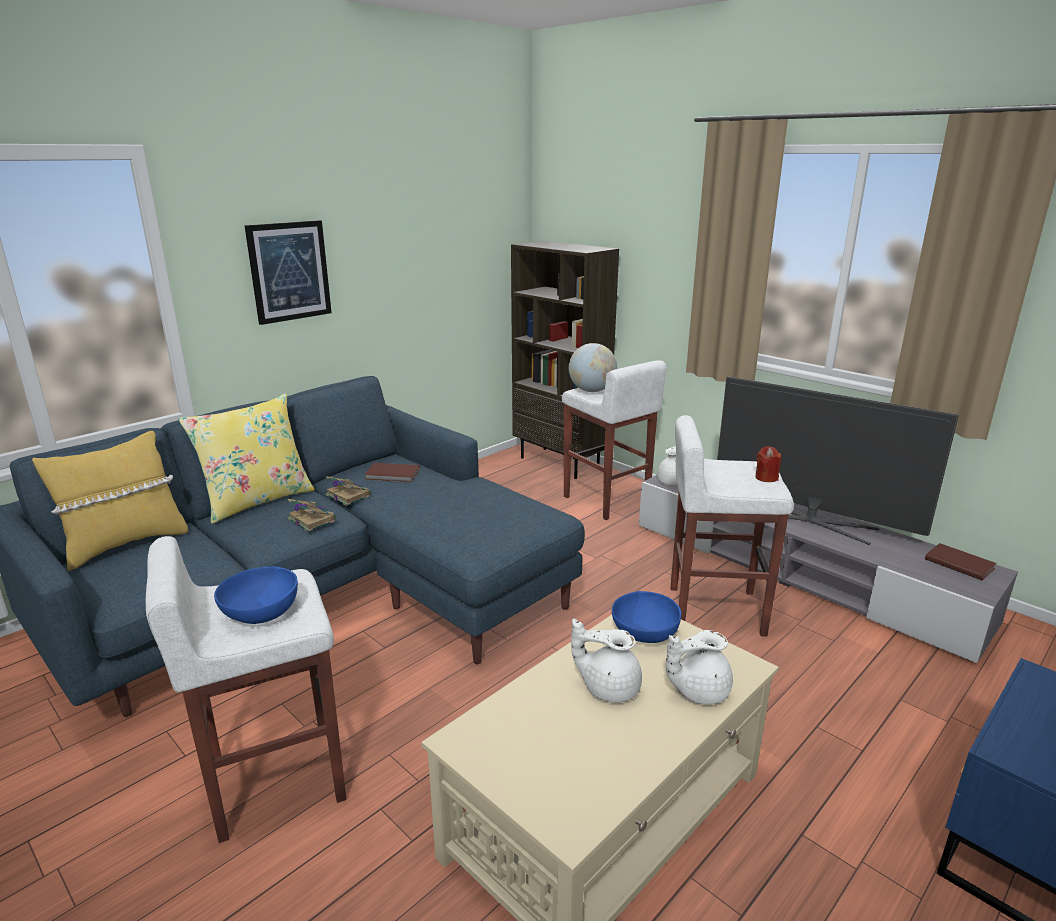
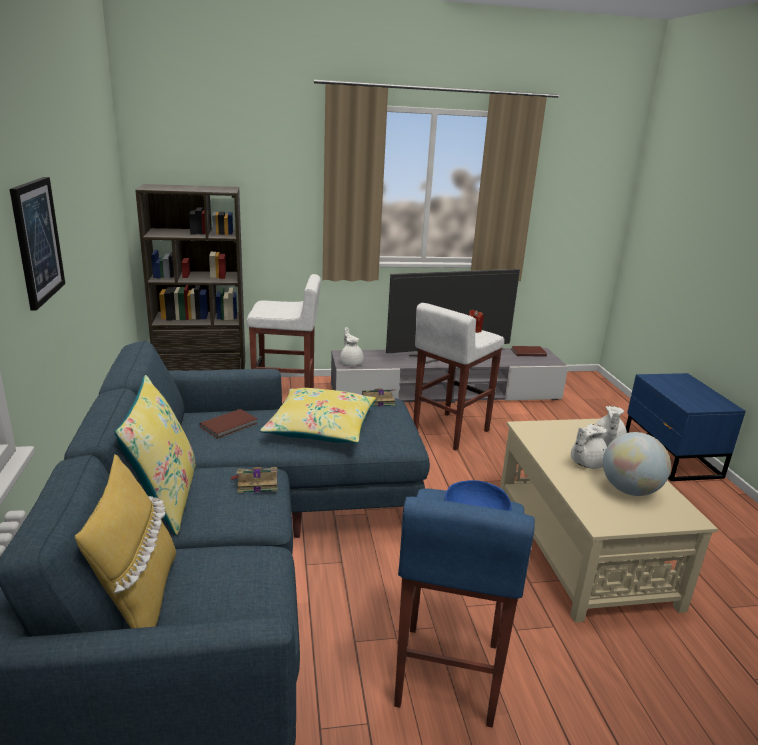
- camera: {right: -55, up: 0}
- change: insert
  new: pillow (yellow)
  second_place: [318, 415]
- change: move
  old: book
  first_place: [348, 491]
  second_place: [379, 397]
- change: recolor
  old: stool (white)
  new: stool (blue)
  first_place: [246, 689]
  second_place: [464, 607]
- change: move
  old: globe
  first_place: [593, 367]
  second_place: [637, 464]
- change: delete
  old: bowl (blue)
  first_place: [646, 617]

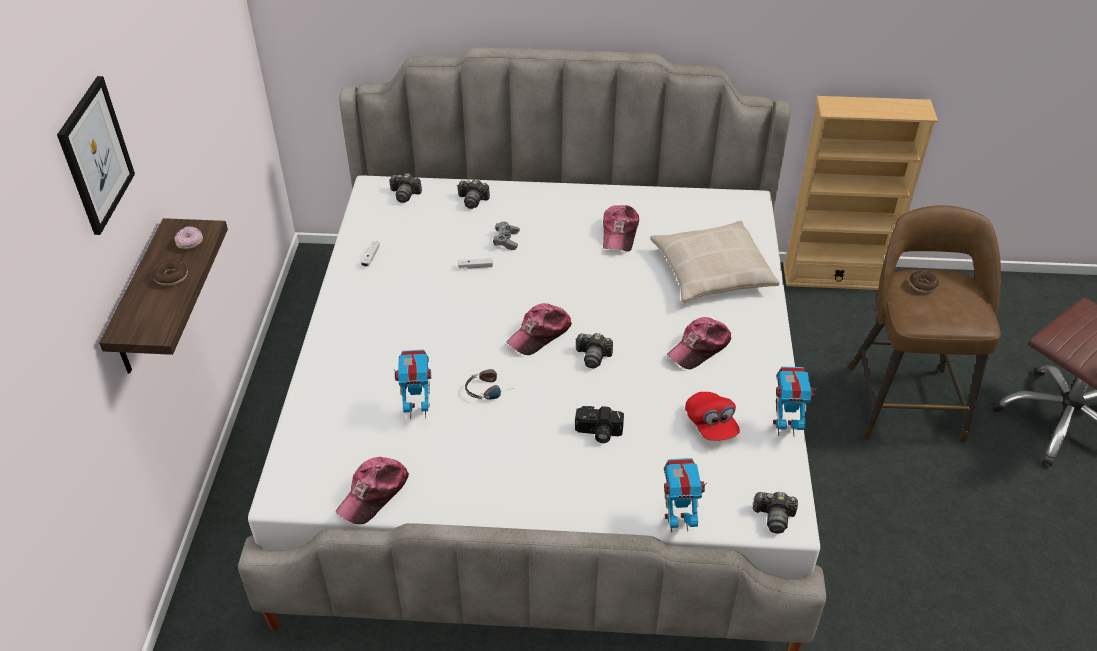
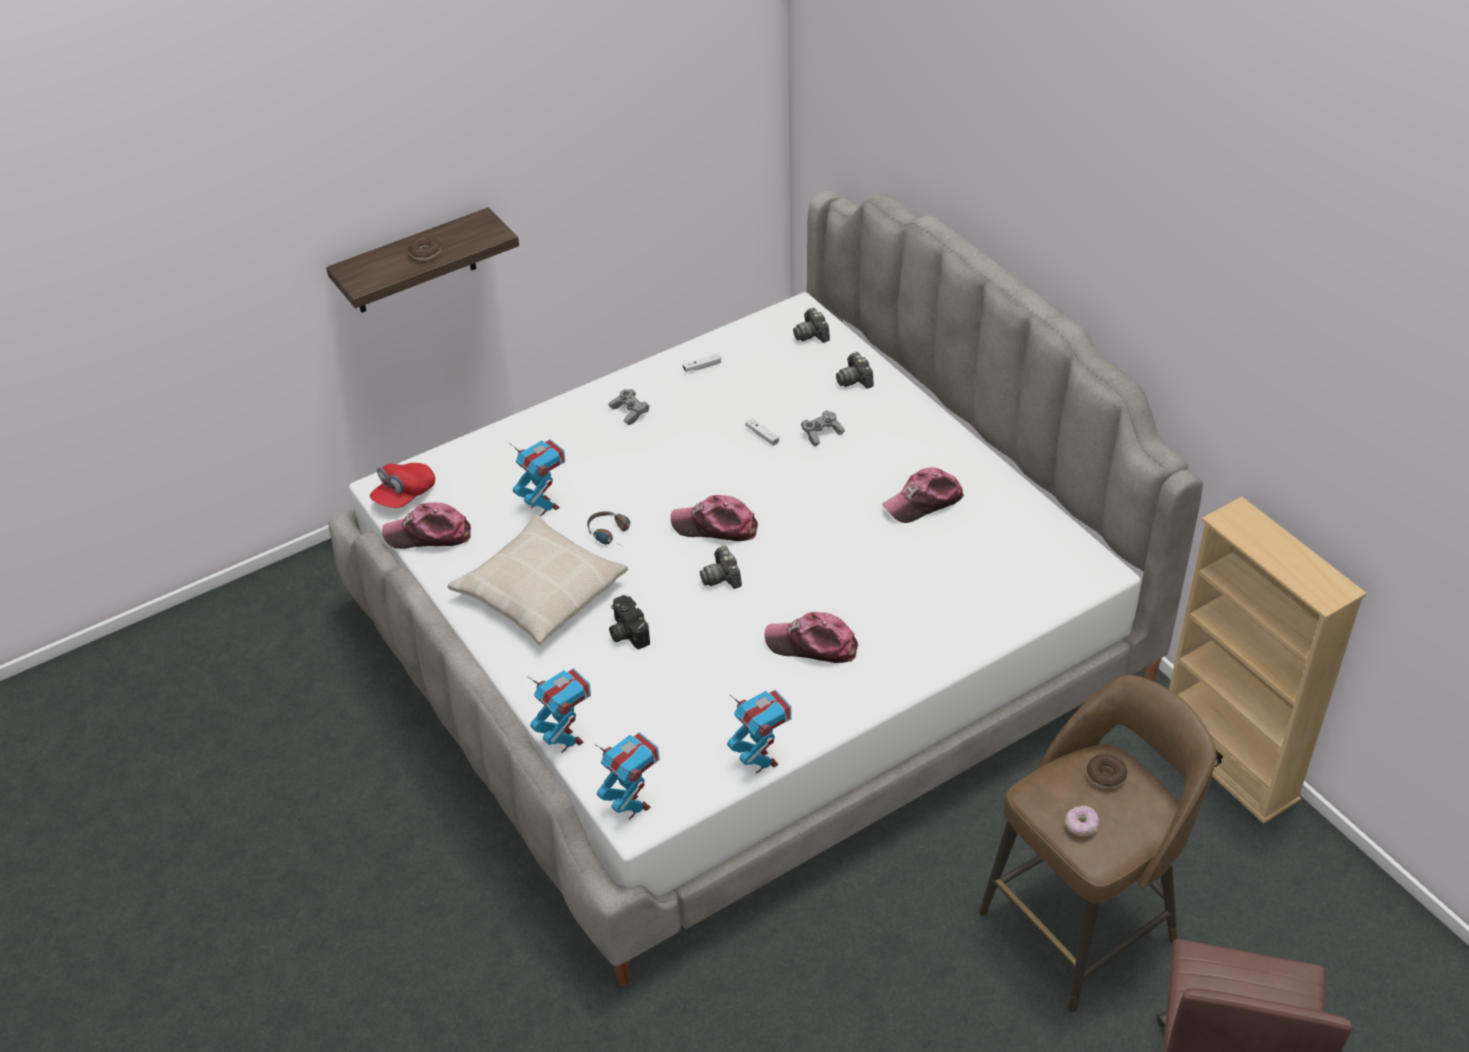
- camera: {right: 55, up: 0}
- change: move
  old: cap (red)
  first_place: [712, 416]
  second_place: [402, 485]
- change: move
  old: pillow (beige)
  first_place: [715, 262]
  second_place: [537, 580]
- change: replace
  old: photo camera
  new: toy robot
  first_place: [775, 513]
  second_place: [627, 776]
- change: insert
  new: game controller (grey)
  second_place: [628, 407]
- change: move
  old: donut
  first_place: [189, 237]
  second_place: [1082, 821]
- change: delete
  old: picture
  first_place: [96, 155]

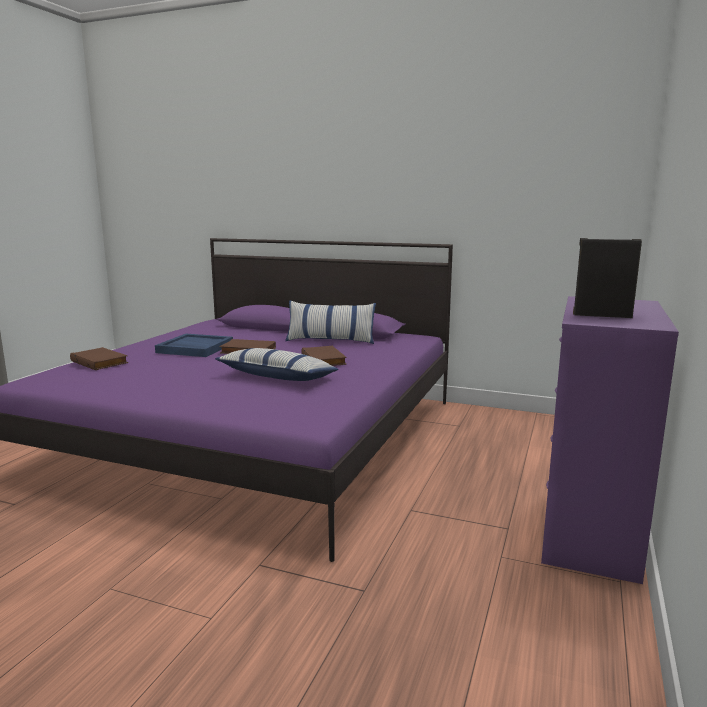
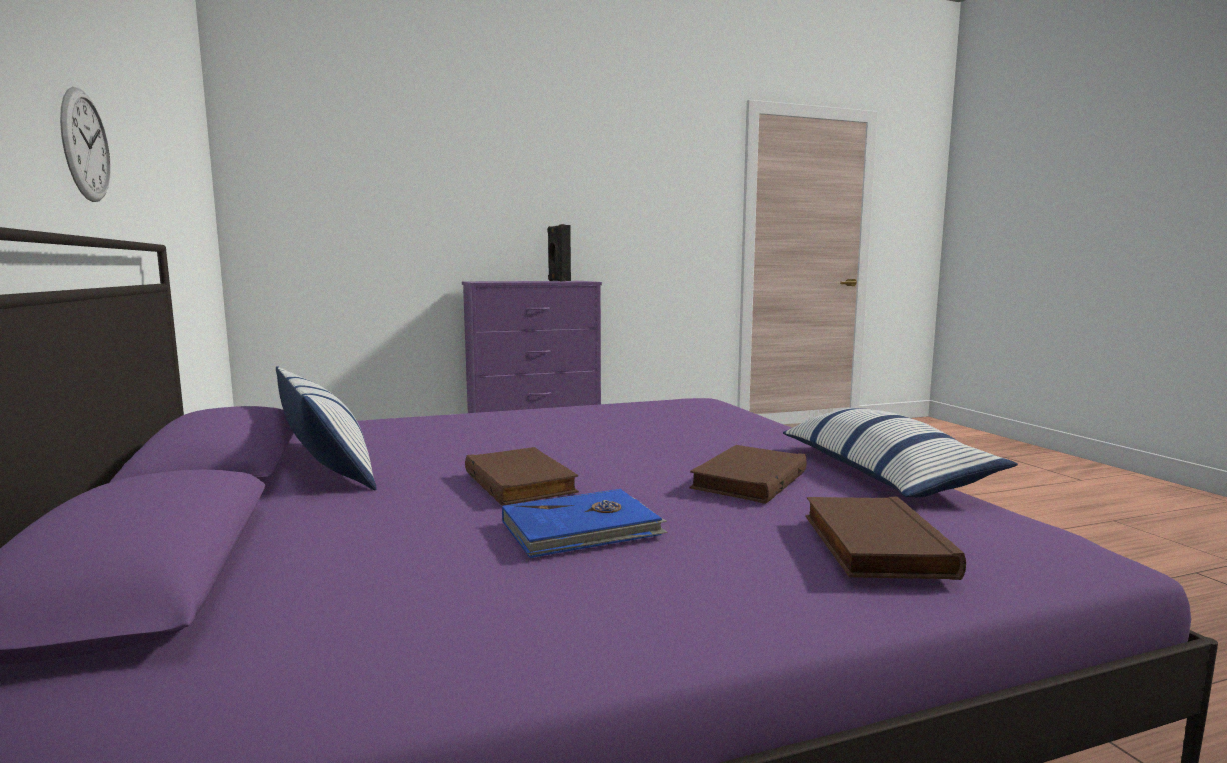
- camera: {right: -130, up: -5}
- change: insert
  new: wall clock
  second_place: [85, 144]
- change: replace
  old: tray (blue)
  new: book (blue)
  first_place: [194, 345]
  second_place: [584, 523]
- change: move
  old: book (brown)
  first_place: [324, 356]
  second_place: [748, 474]
- change: move
  old: pillow
  first_place: [277, 364]
  second_place: [900, 453]

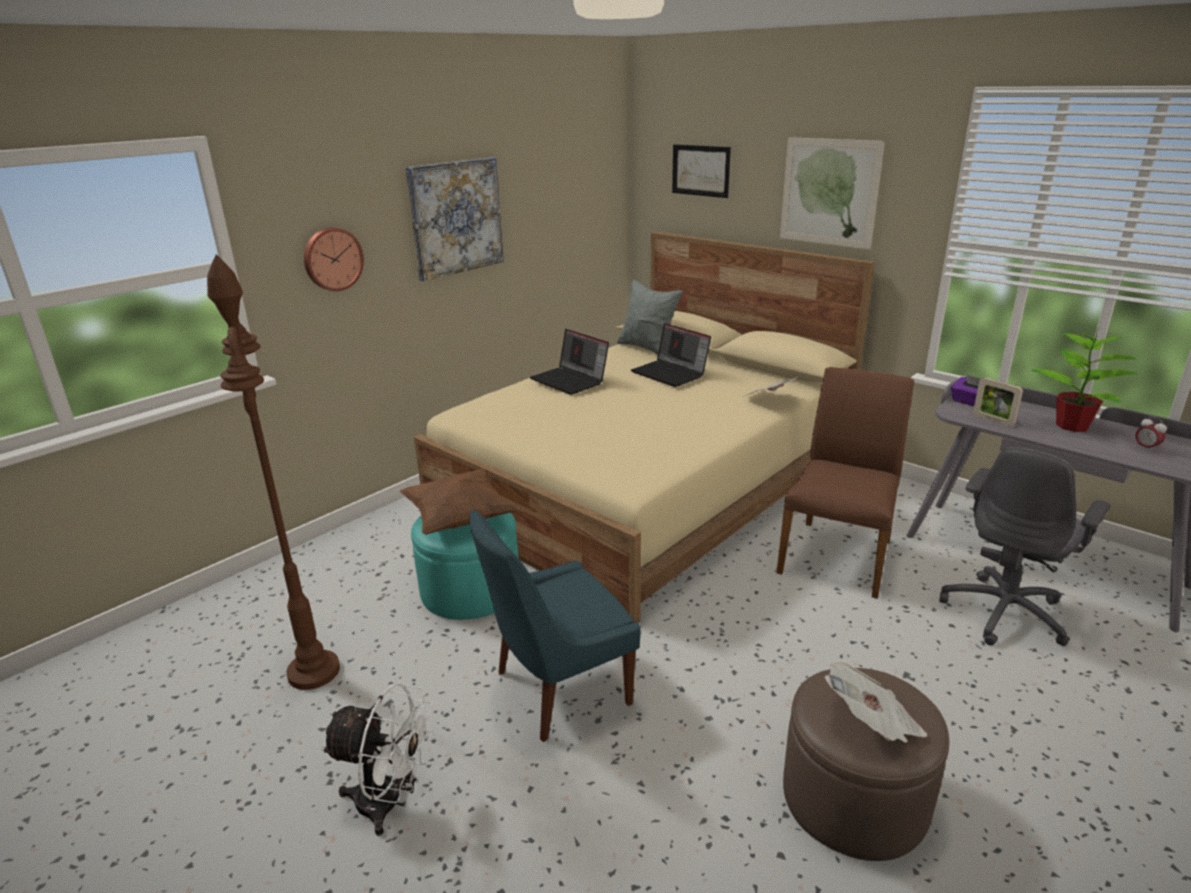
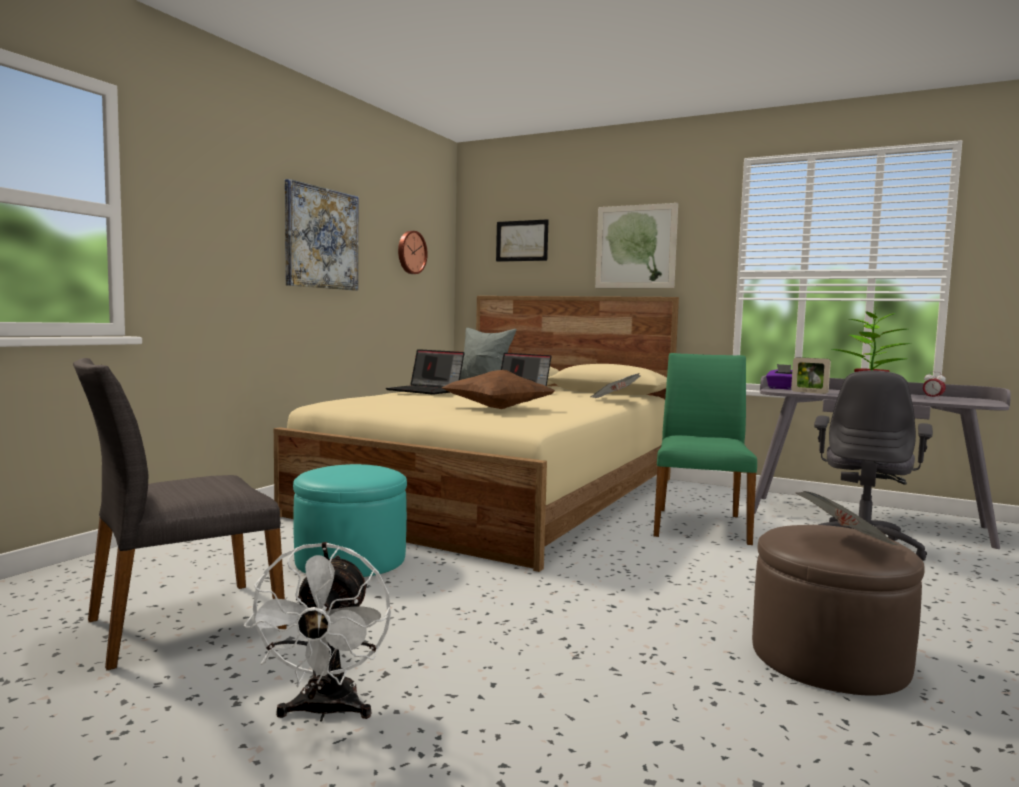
- camera: {right: -15, up: -20}
- change: replace
  old: floor lamp (brown)
  new: chair (grey)
  first_place: [273, 472]
  second_place: [180, 514]
- change: rotate
  old: fan (white)
  first_place: [377, 759]
  second_place: [317, 632]
  degrees: 90
- change: move
  old: wall clock
  first_place: [334, 259]
  second_place: [413, 252]
- change: move
  old: pillow (brown)
  first_place: [459, 502]
  second_place: [498, 389]
- change: recolor
  old: chair (brown)
  new: chair (green)
  first_place: [845, 483]
  second_place: [705, 449]
- change: delete
  old: chair (blue)
  first_place: [555, 626]

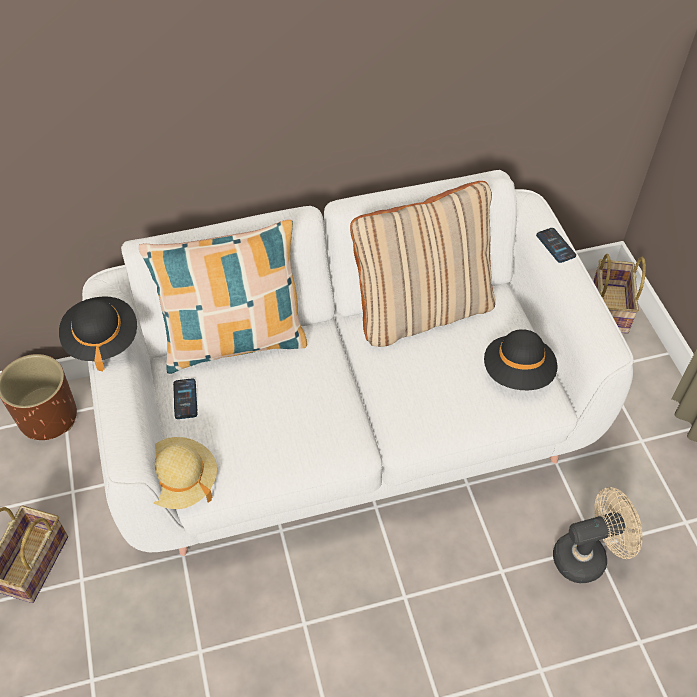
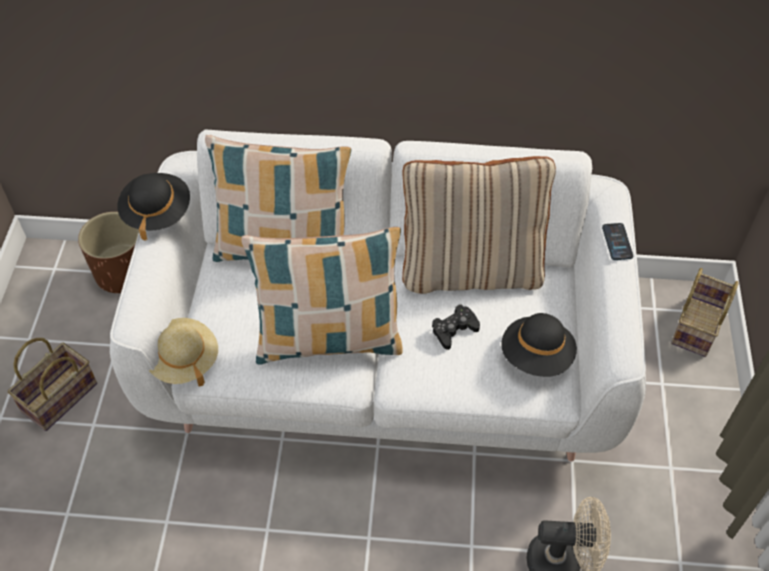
- camera: {right: 20, up: 0}
- change: insert
  new: pillow
  second_place: [322, 296]
- change: insert
  new: game controller (black)
  second_place: [456, 327]
- change: delete
  old: phone
  first_place: [185, 398]

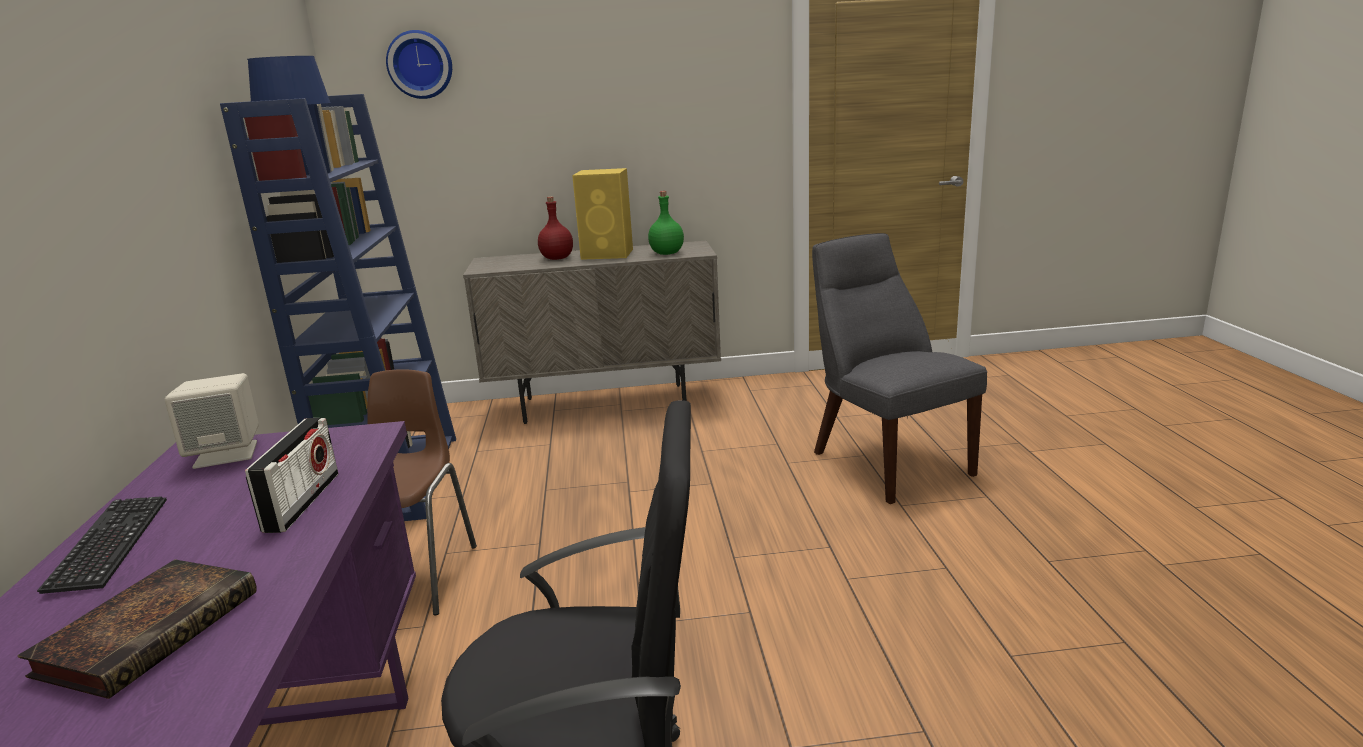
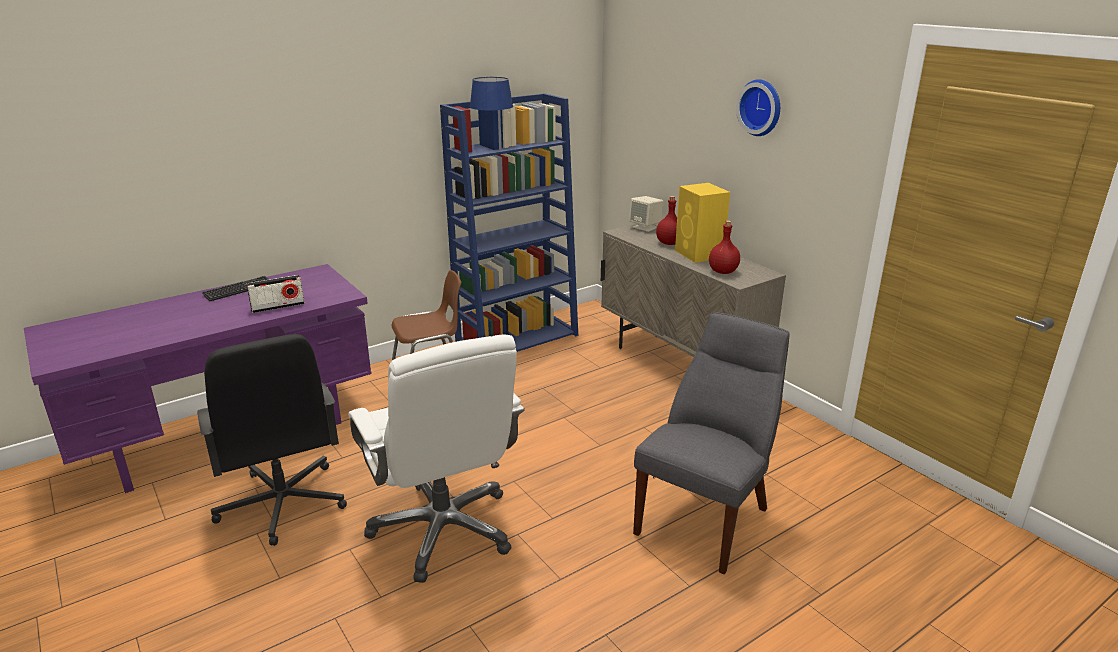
- camera: {right: 60, up: 5}
- change: insert
  new: office chair (white)
  second_place: [436, 458]
- change: move
  old: speaker (beige)
  first_place: [212, 421]
  second_place: [646, 214]
- change: recolor
  old: bottle (green)
  new: bottle (red)
  first_place: [666, 223]
  second_place: [724, 247]
- change: move
  old: wall clock
  first_place: [419, 64]
  second_place: [758, 107]
- change: delete
  old: book
  first_place: [137, 629]

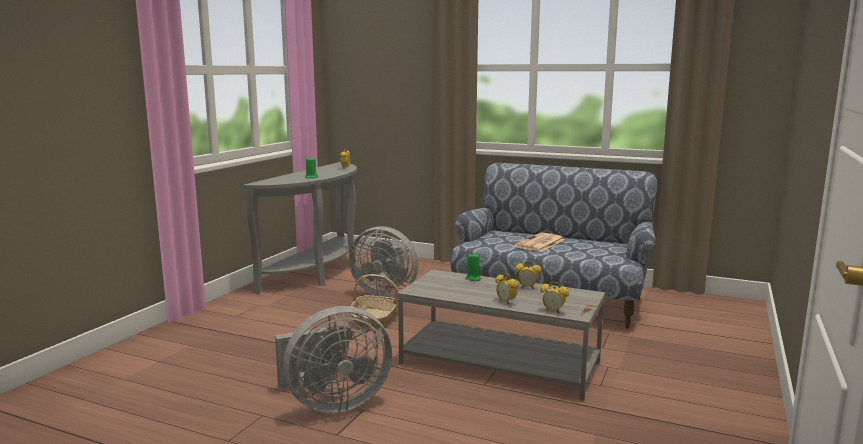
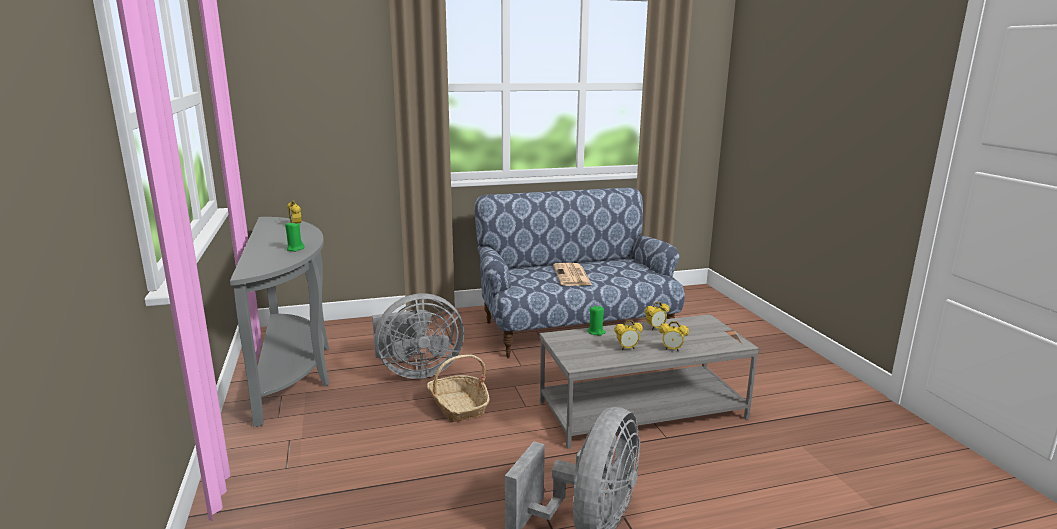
- camera: {right: -40, up: 5}
- change: move
  old: alarm clock
  first_place: [554, 297]
  second_place: [628, 335]

